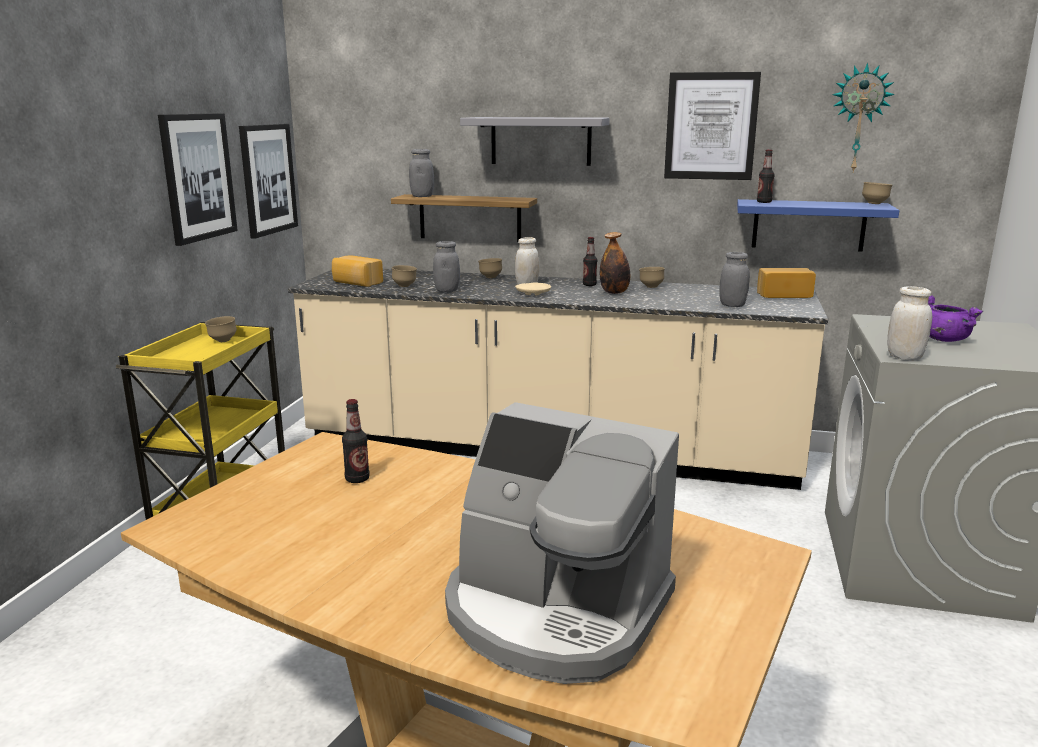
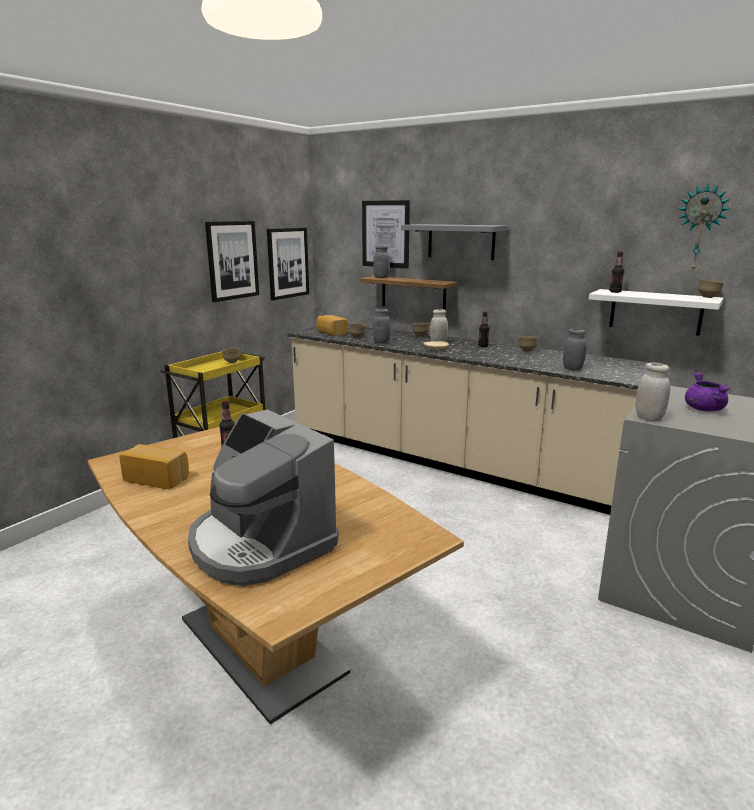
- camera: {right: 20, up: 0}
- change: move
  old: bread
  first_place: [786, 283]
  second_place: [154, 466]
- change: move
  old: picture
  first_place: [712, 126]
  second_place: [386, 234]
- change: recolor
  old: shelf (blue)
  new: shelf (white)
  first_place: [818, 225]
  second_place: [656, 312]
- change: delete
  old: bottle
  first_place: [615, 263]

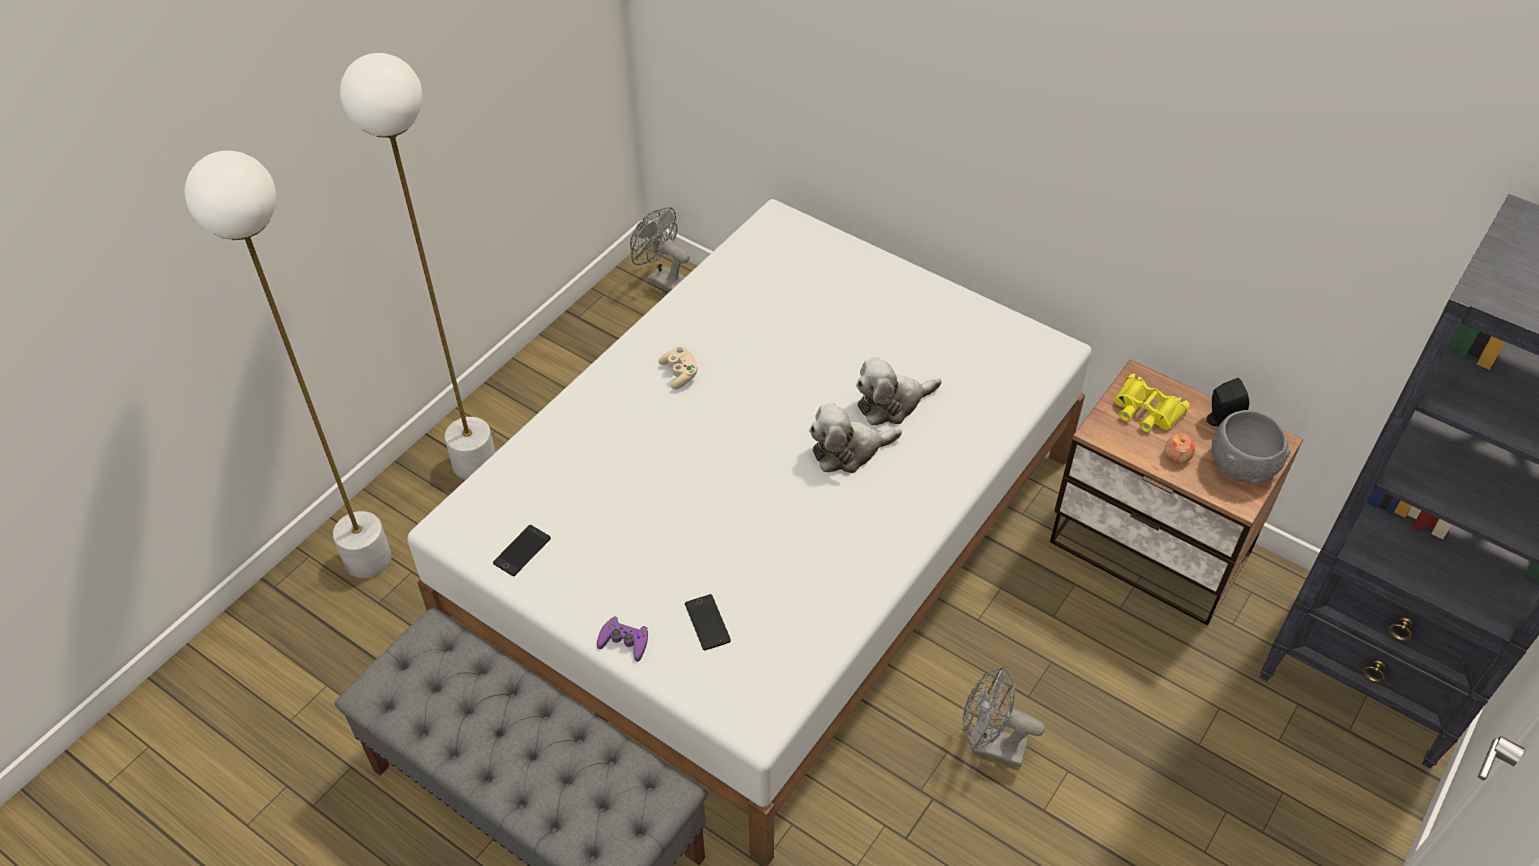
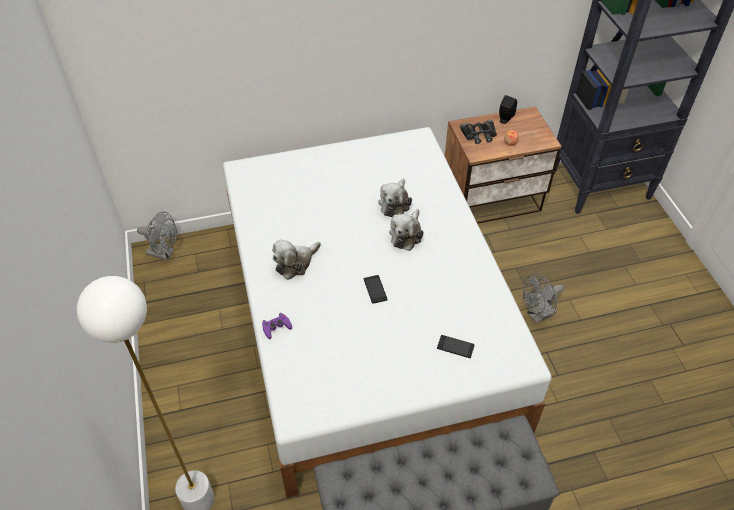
- camera: {right: -50, up: 0}
- change: rotate
  old: fan (grey)
  first_place: [660, 249]
  second_place: [157, 235]
  degrees: -150
- change: move
  old: game controller (purple)
  first_place: [622, 639]
  second_place: [277, 326]
- change: replace
  old: game controller (beige)
  new: plush toy
  first_place: [678, 367]
  second_place: [296, 259]
- change: move
  old: phone
  first_place: [522, 550]
  second_place: [376, 289]
- change: recolor
  old: binoculars (yellow)
  new: binoculars (black)
  first_place: [1152, 403]
  second_place: [478, 131]
- change: delete
  old: floor lamp (white)
  first_place: [418, 266]
- change: delete
  old: bowl (grey)
  first_place: [1251, 447]

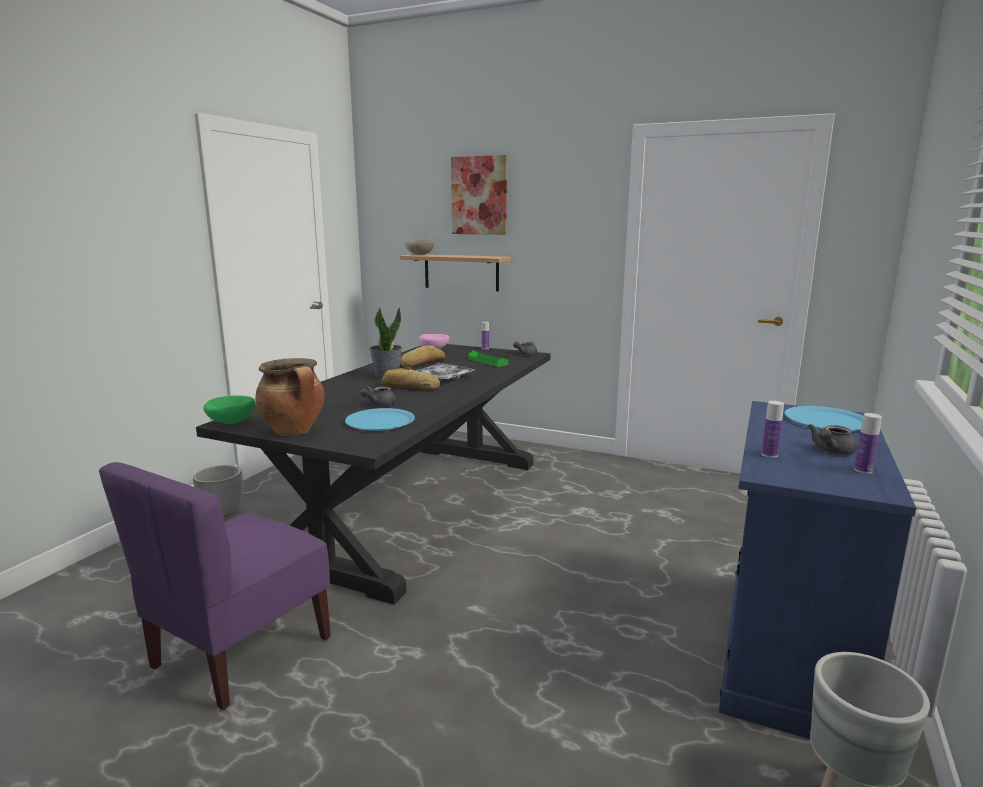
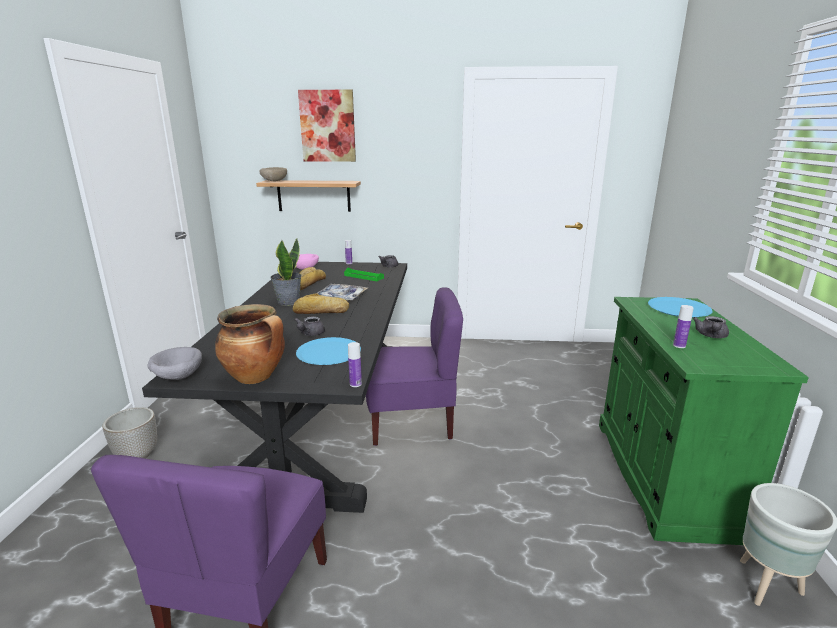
- camera: {right: -20, up: 5}
- change: recolor
  old: bowl (green)
  new: bowl (grey)
  first_place: [229, 409]
  second_place: [175, 363]
- change: move
  old: bottle
  first_place: [868, 443]
  second_place: [355, 364]
- change: insert
  new: chair (purple)
  second_place: [414, 366]
- change: recolor
  old: cabinet (blue)
  new: cabinet (green)
  first_place: [817, 570]
  second_place: [704, 421]

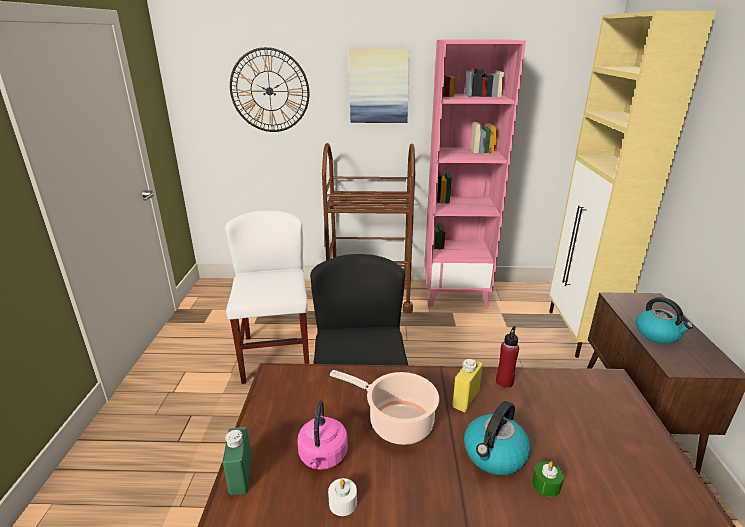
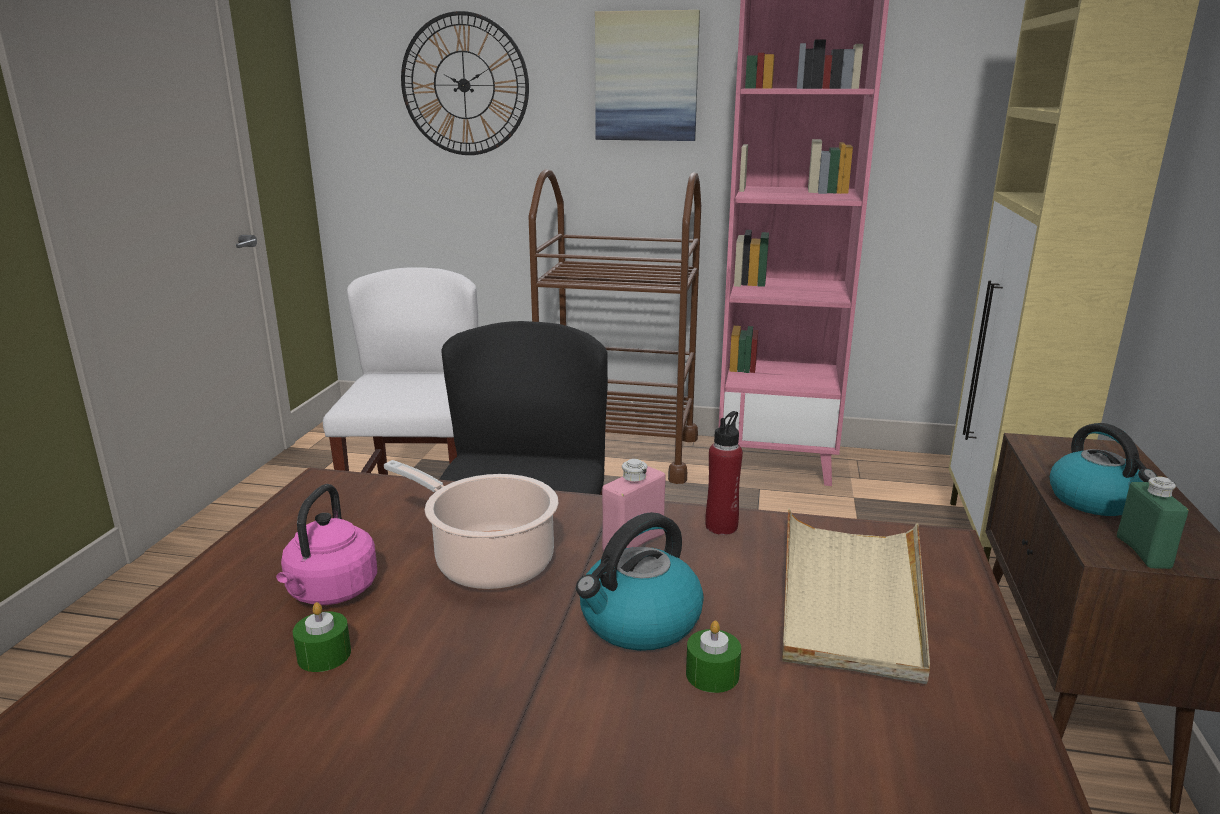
- camera: {right: 10, up: -5}
- change: recolor
  old: candle (white)
  new: candle (green)
  first_place: [342, 497]
  second_place: [322, 637]
- change: recolor
  old: bottle (yellow)
  new: bottle (pink)
  first_place: [467, 385]
  second_place: [634, 505]
- change: insert
  new: tray (beige)
  second_place: [856, 596]
- change: move
  old: bottle (green)
  first_place: [237, 461]
  second_place: [1152, 522]

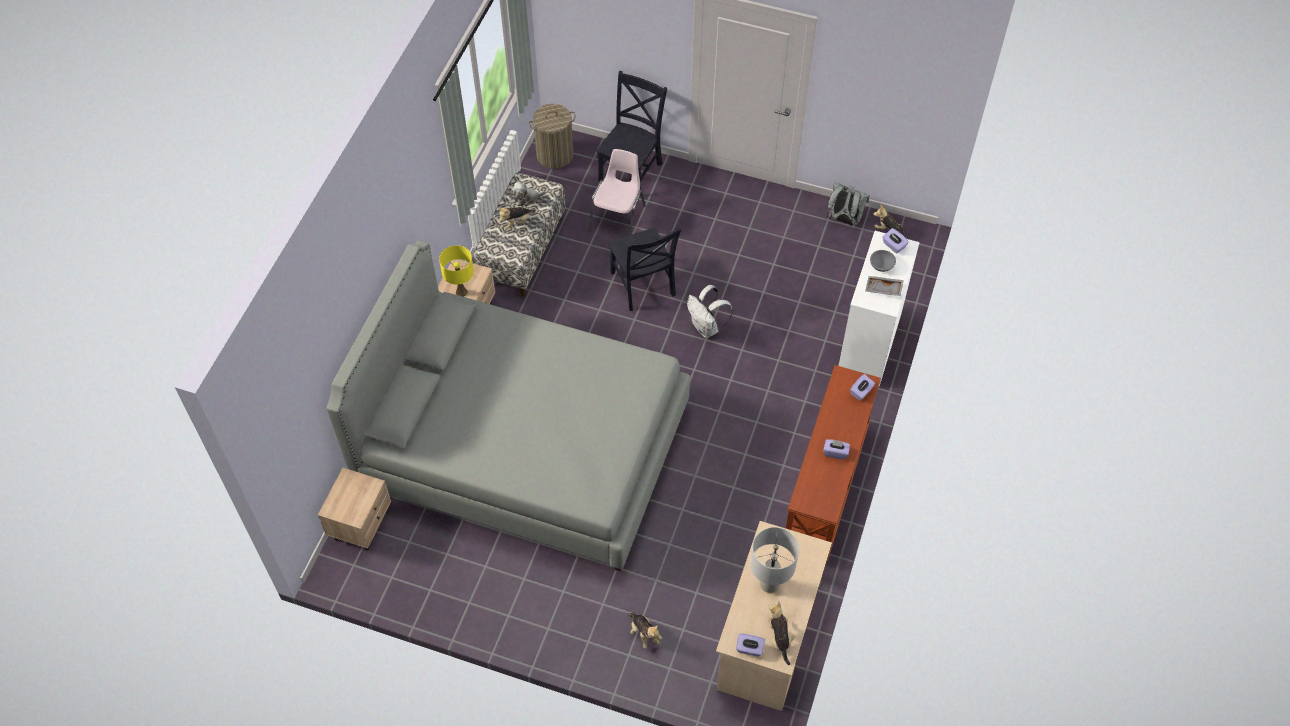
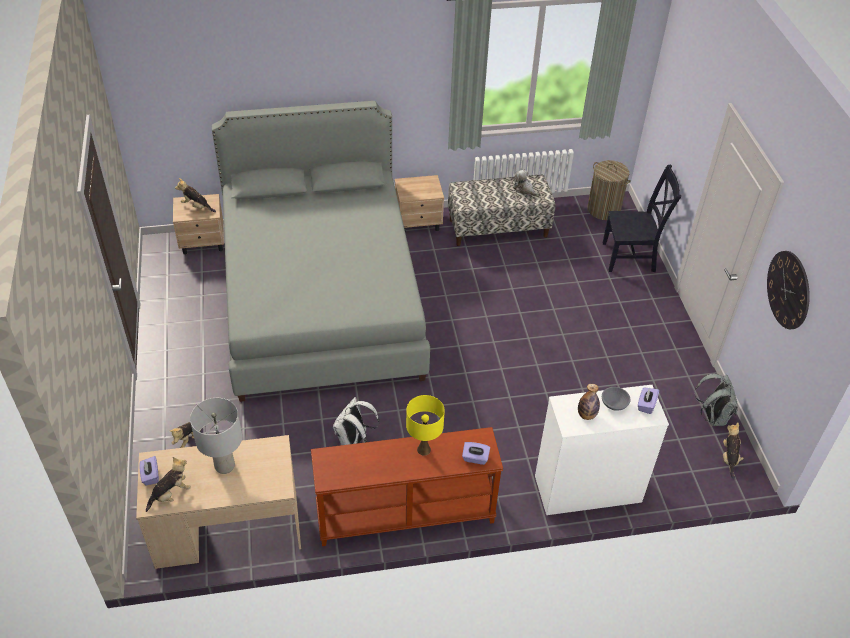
- camera: {right: 60, up: -10}
- change: move
  old: plush toy
  first_place: [516, 219]
  second_place: [195, 195]
- change: move
  old: backpack (white)
  first_place: [710, 311]
  second_place: [356, 421]
- change: move
  old: table lamp (yellow)
  first_place: [456, 271]
  second_place: [425, 425]
- change: replace
  old: tray (grey)
  new: bottle
  first_place: [884, 286]
  second_place: [589, 402]
- change: insert
  new: wall clock
  second_place: [788, 290]
- change: delete
  old: chair (pink)
  first_place: [617, 192]
- change: delete
  old: chair (black)
  first_place: [645, 268]
- change: delete
  old: tissue box (purple)
  first_place: [837, 449]

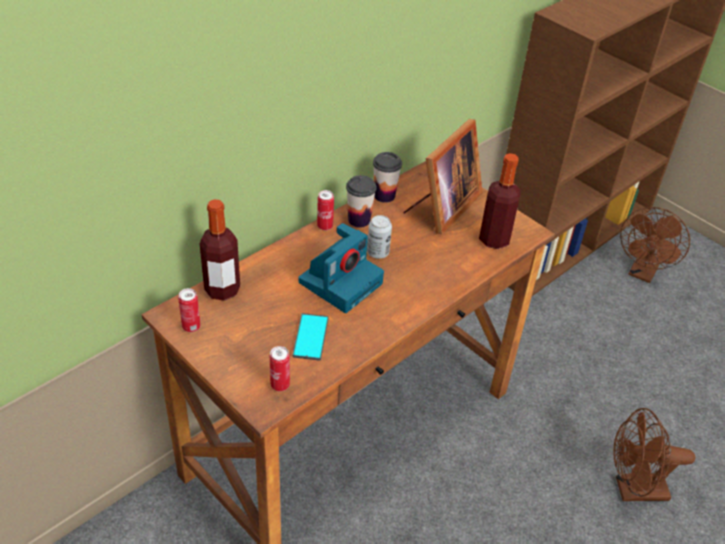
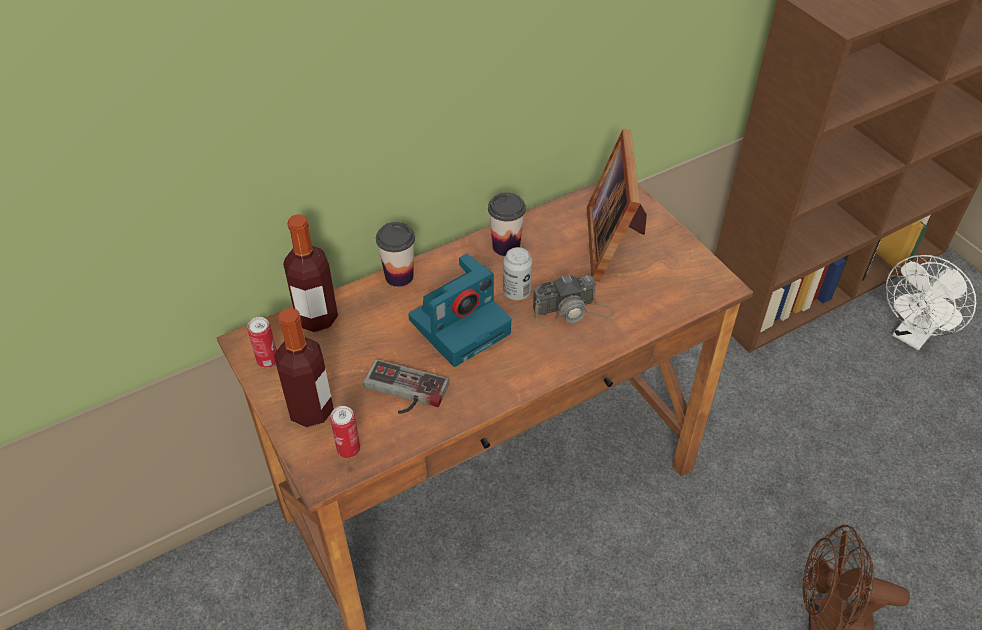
- camera: {right: 15, up: 5}
- change: move
  old: bottle
  first_place: [500, 201]
  second_place: [304, 367]
- change: replace
  old: phone
  new: game controller
  first_place: [311, 337]
  second_place: [406, 386]
- change: move
  old: cup
  first_place: [387, 177]
  second_place: [395, 254]
- change: insert
  new: photo camera
  second_place: [574, 300]
- change: rotate
  old: picture frame
  first_place: [443, 176]
  second_place: [617, 205]
  degrees: 135
- change: recolor
  old: fan (brown)
  new: fan (white)
  first_place: [655, 245]
  second_place: [931, 302]
- change: delete
  old: can
  first_place: [325, 210]

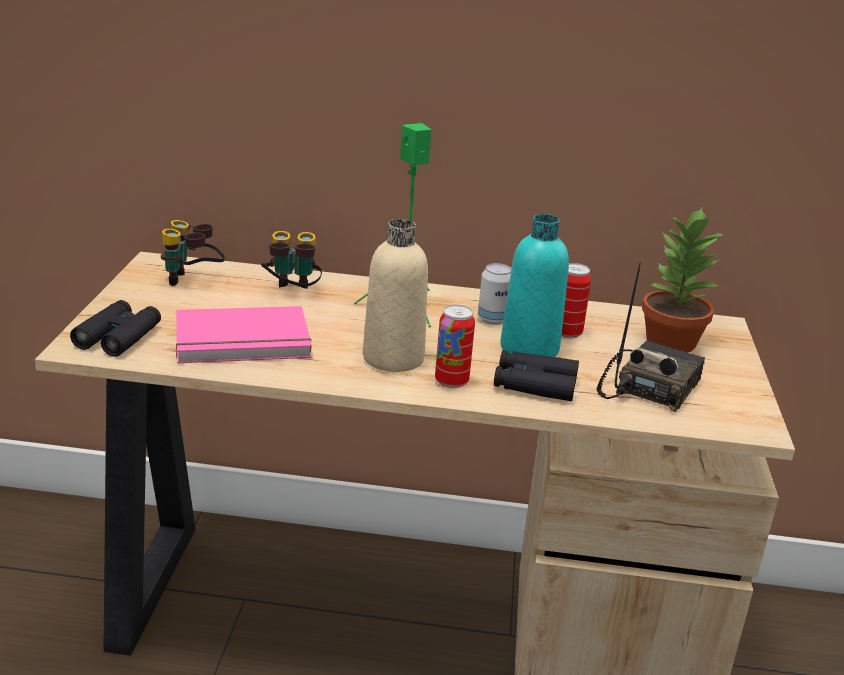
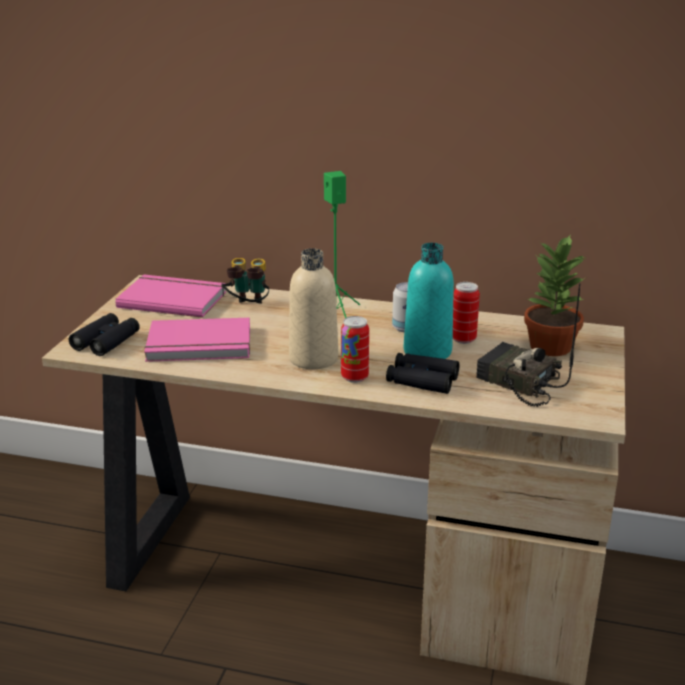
- camera: {right: 10, up: 0}
- change: replace
  old: binoculars
  new: book (pink)
  first_place: [193, 253]
  second_place: [170, 296]
- change: rotate
  old: radio
  first_place: [651, 337]
  second_place: [528, 345]
  degrees: -90

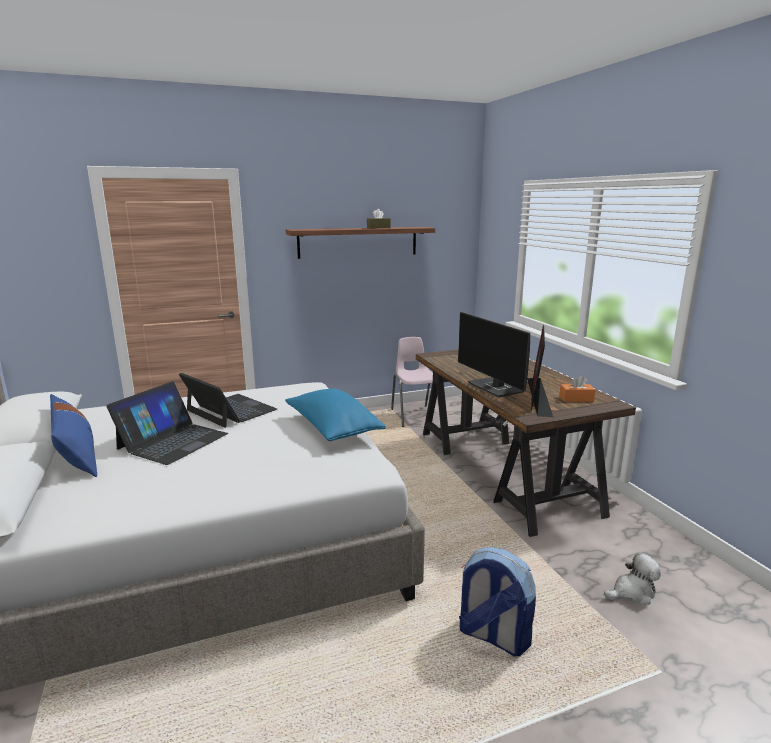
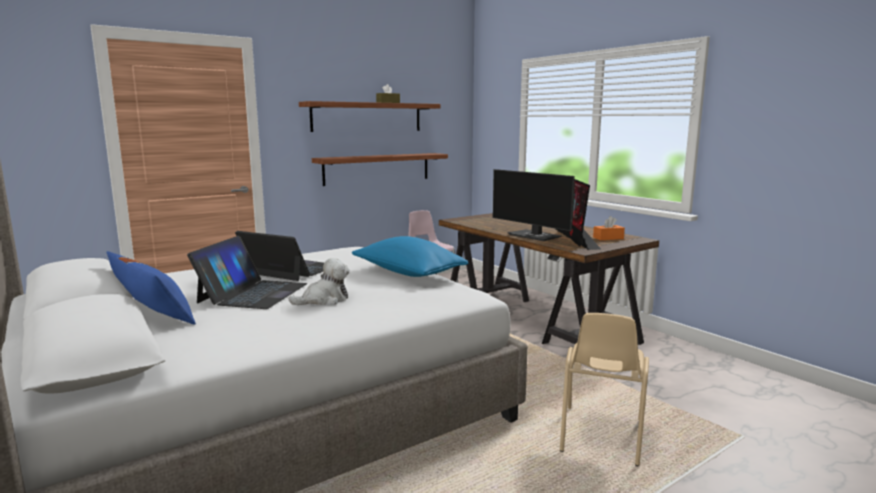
- camera: {right: -15, up: -5}
- change: move
  old: plush toy
  first_place: [632, 579]
  second_place: [319, 281]
- change: insert
  new: shelf
  second_place: [380, 169]
- change: replace
  old: backpack
  new: chair (beige)
  first_place: [497, 601]
  second_place: [604, 389]

